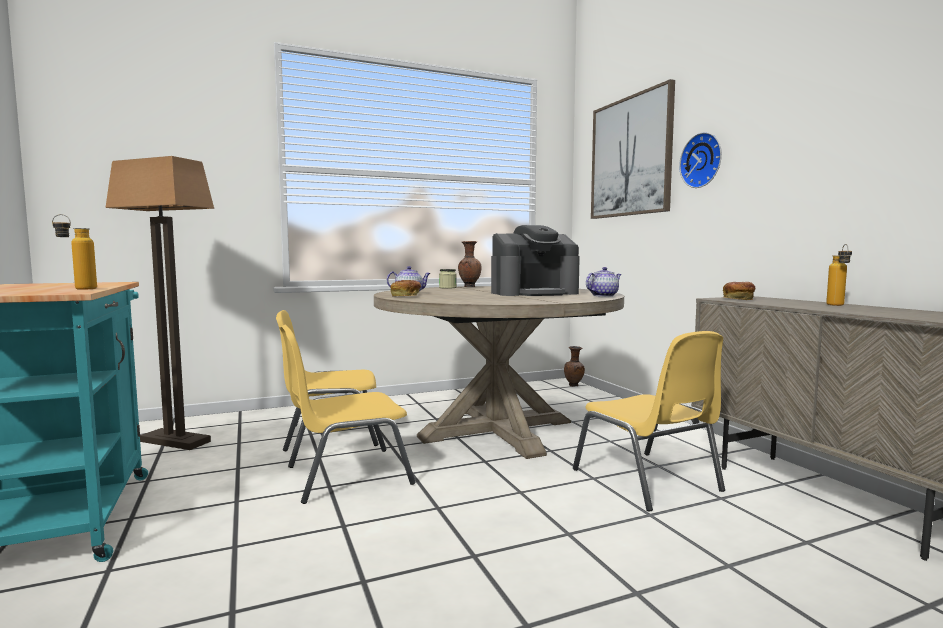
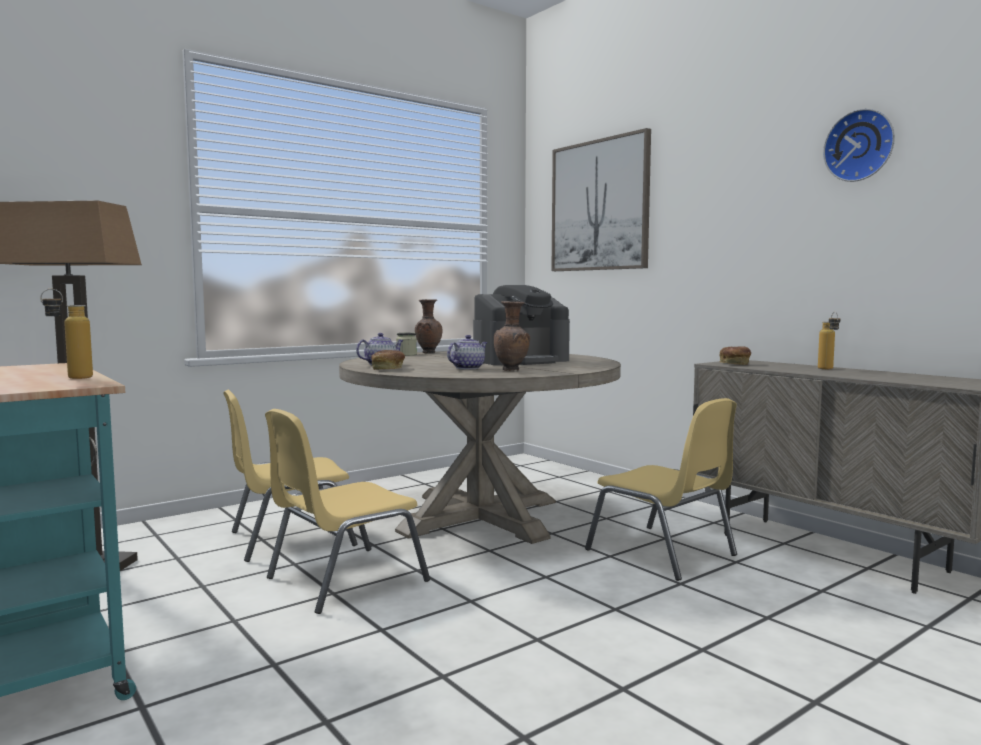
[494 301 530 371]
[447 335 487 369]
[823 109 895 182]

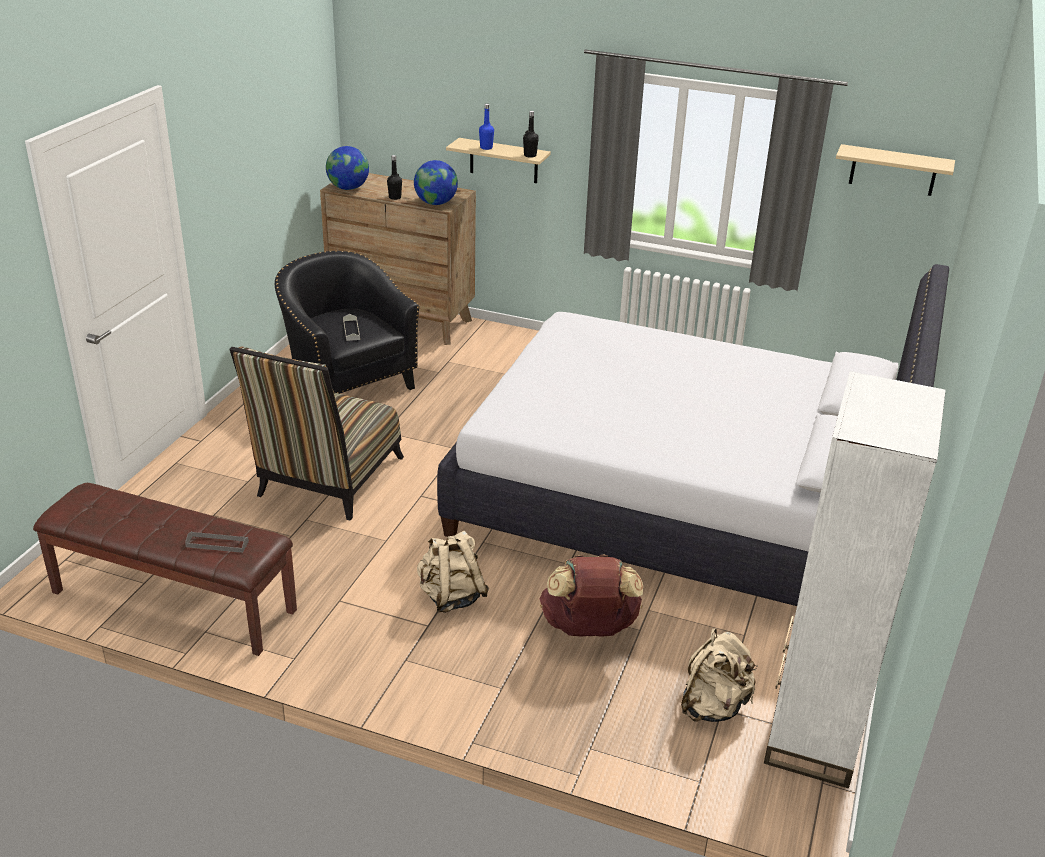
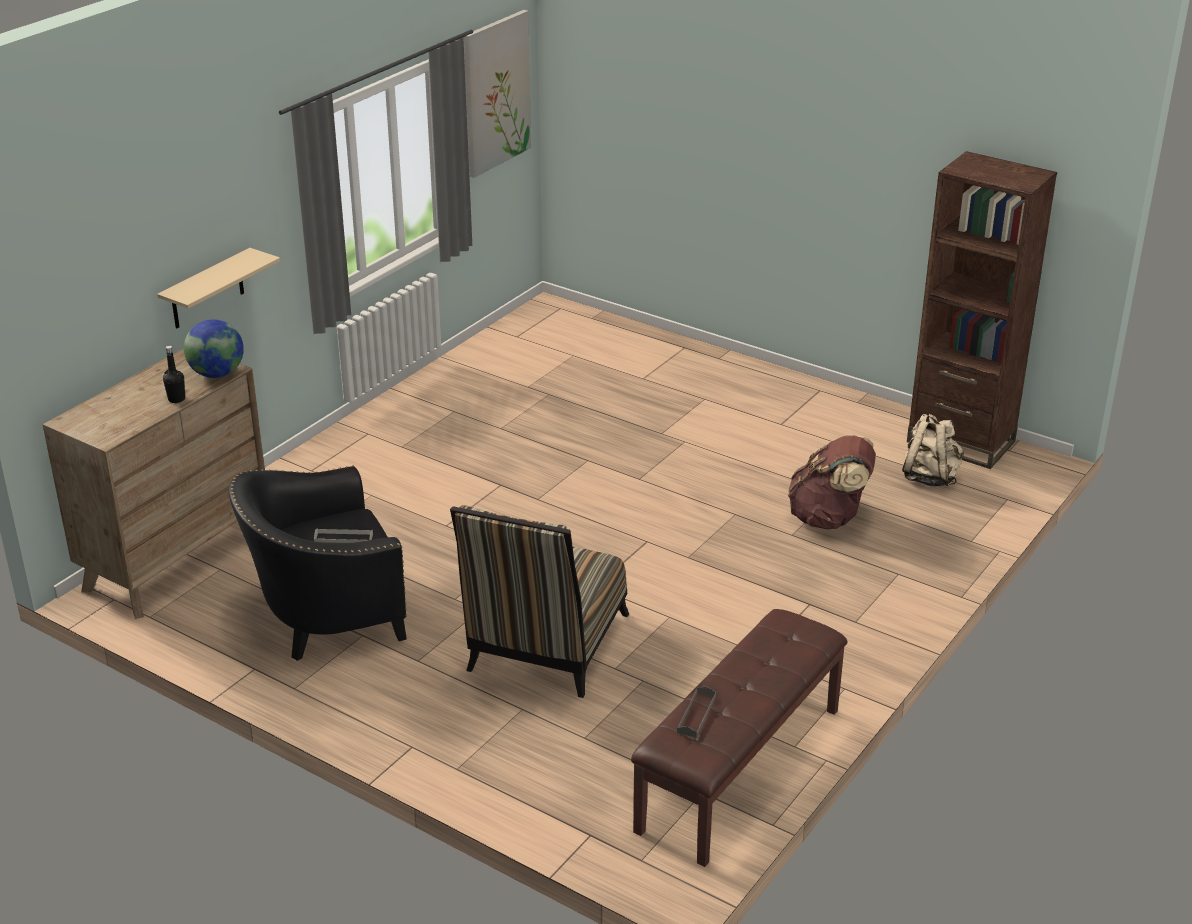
[677 686 716 738]
[450 505 629 698]
[326 146 369 190] (first image)
[417 531 489 613] (first image)
[437 264 949 606] (first image)
[479 104 494 150] (first image)
[523 111 539 158] (first image)
[907 151 1057 469]
[464 10 531 178]

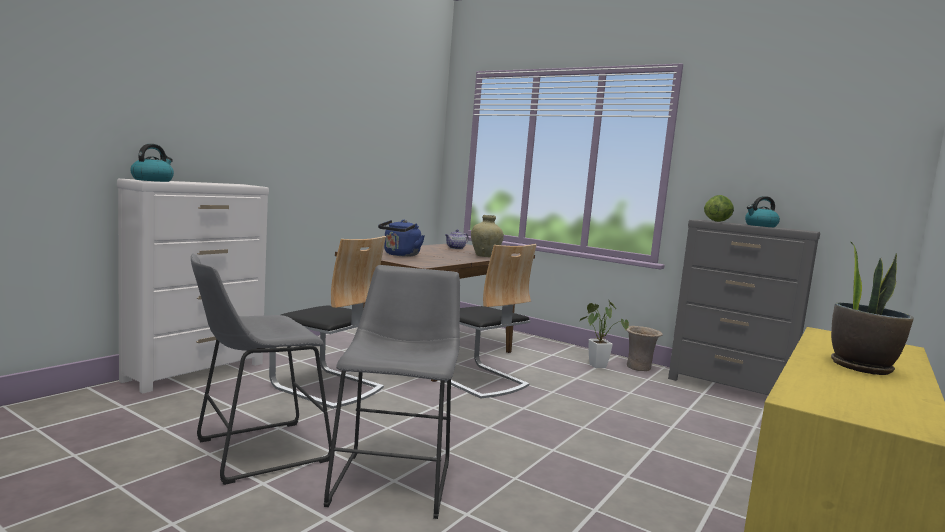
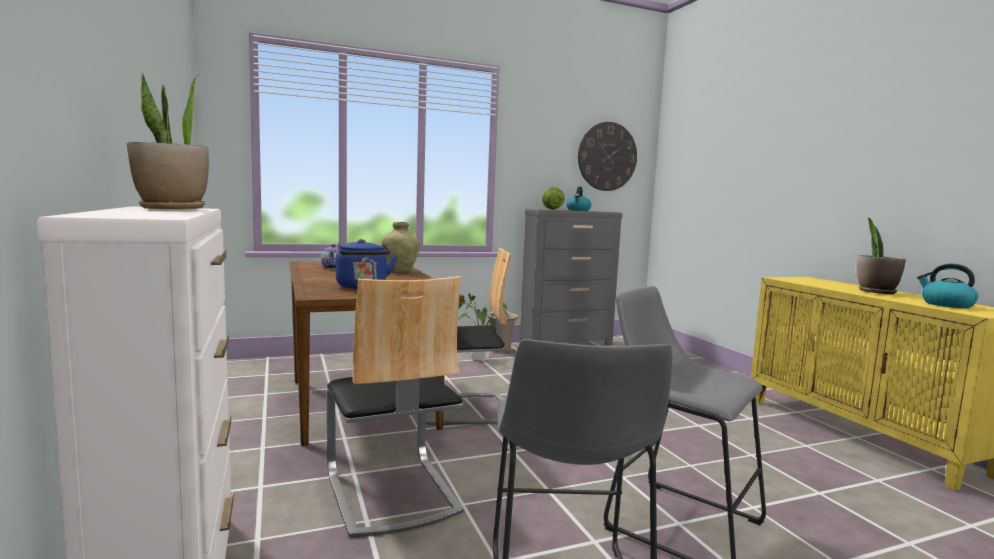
[917 264 978 308]
[327 276 464 538]
[127 73 209 209]
[578 122 637 191]

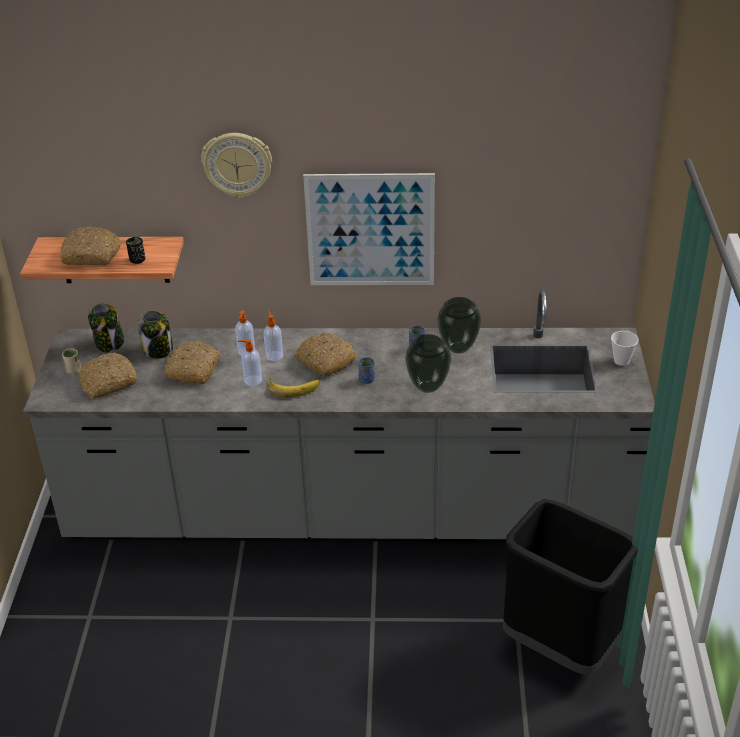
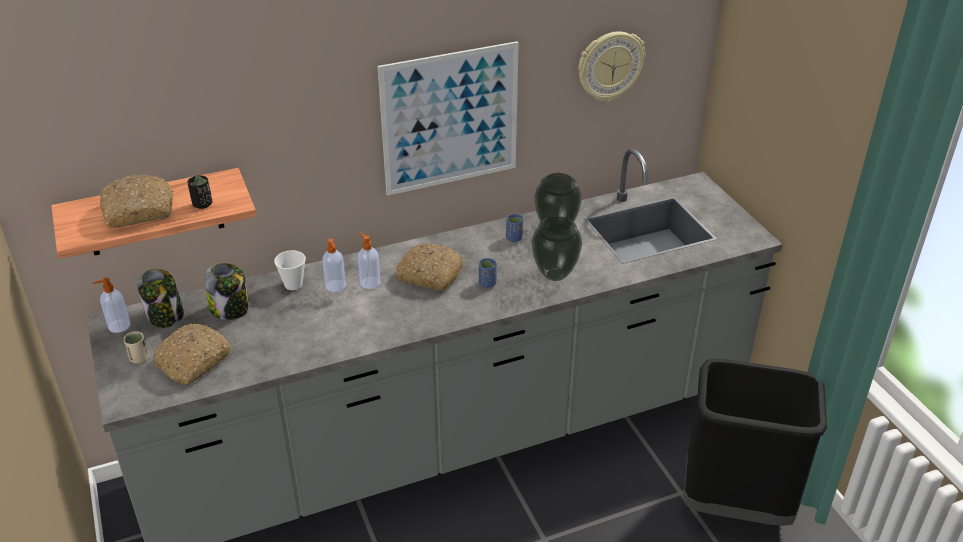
[164 341 220 384] (first image)
[578 31 645 102]
[92 278 130 333]
[268 378 320 398] (first image)
[274 250 306 290]

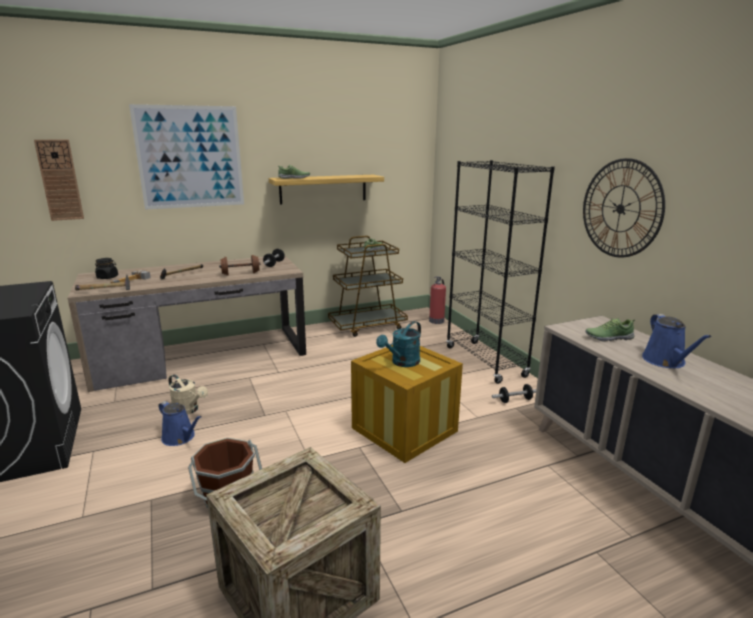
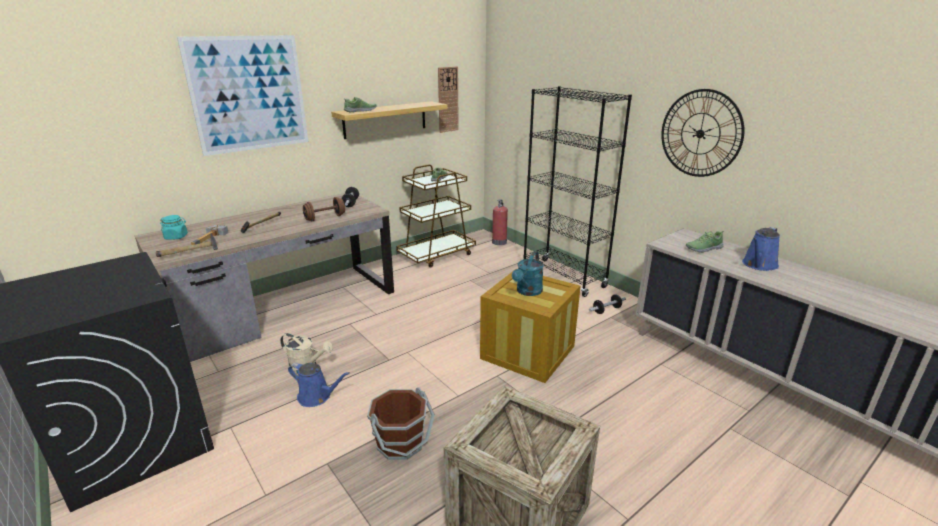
[438 66 459 133]
[160 215 188 240]
[742 227 780 271]

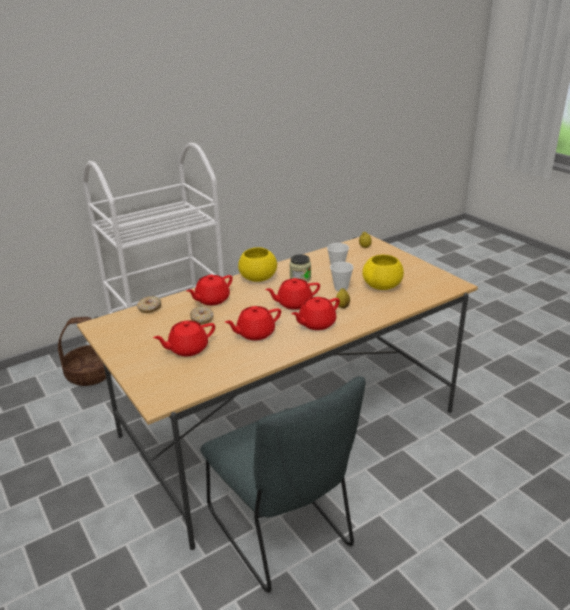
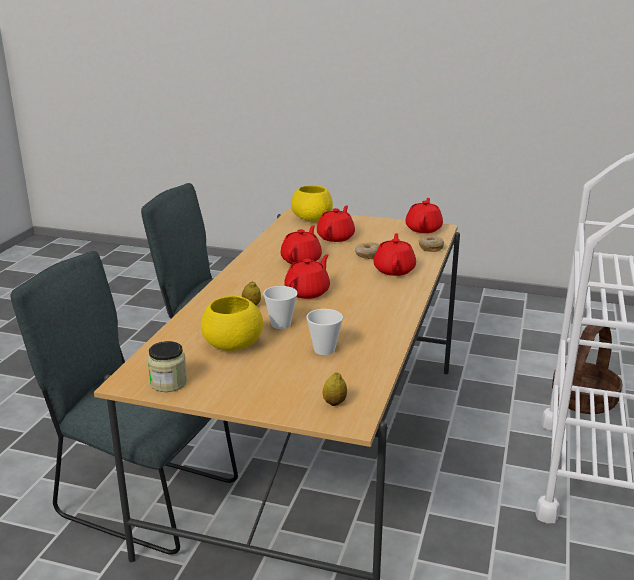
[291 185 333 221]
[147 341 187 392]
[405 198 443 233]
[10 251 238 555]

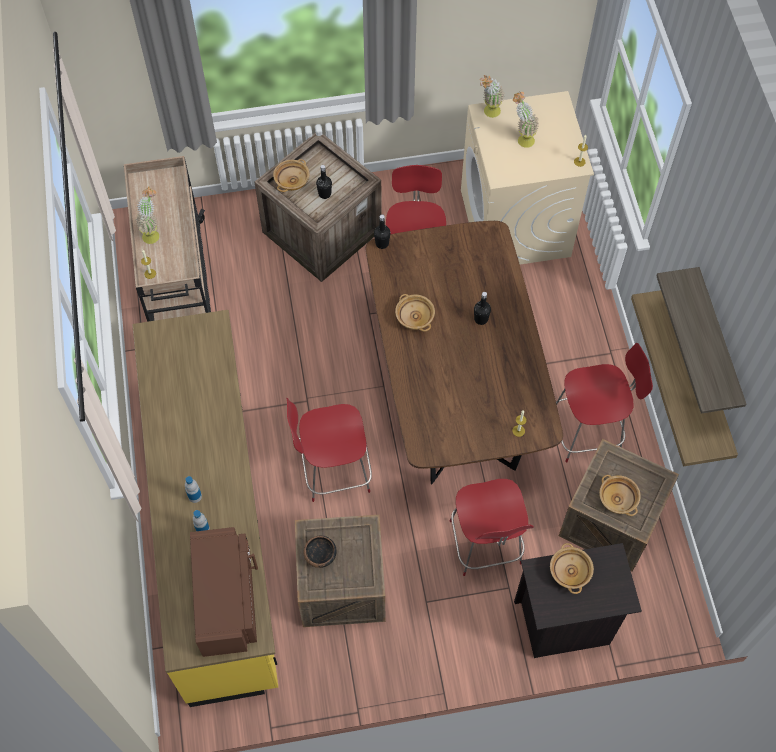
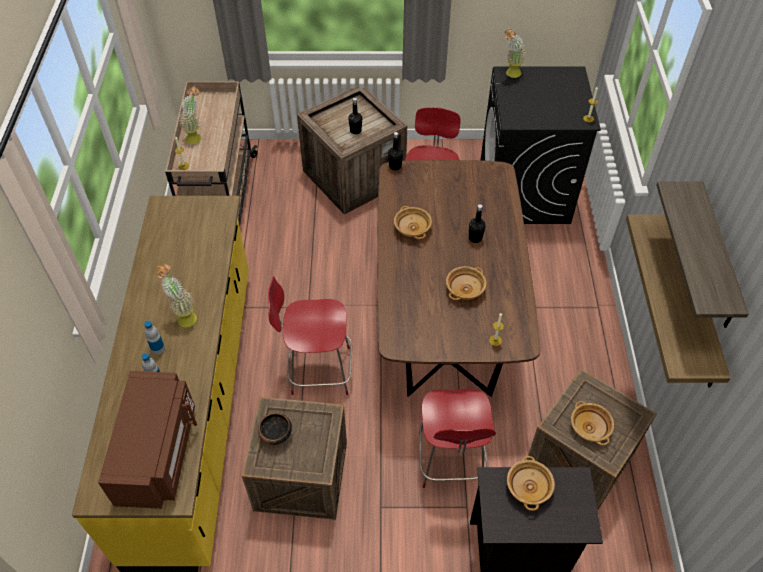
[446 266 487 300]
[481 67 601 224]
[157 264 197 327]
[556 343 653 463] (first image)

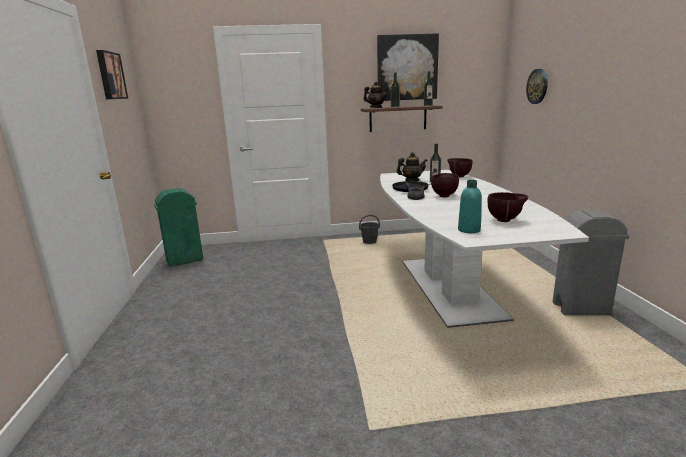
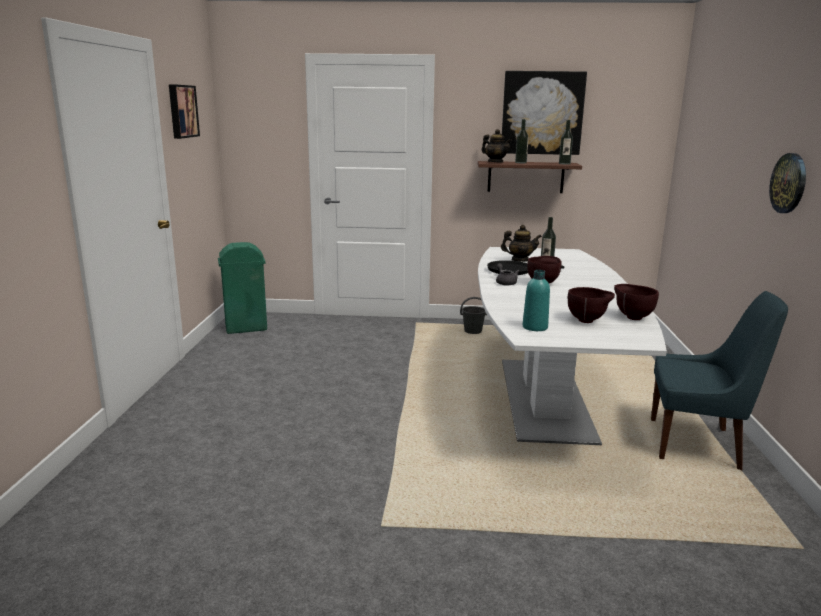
[614 284 659 320]
[769 153 806 213]
[651 291 788 471]

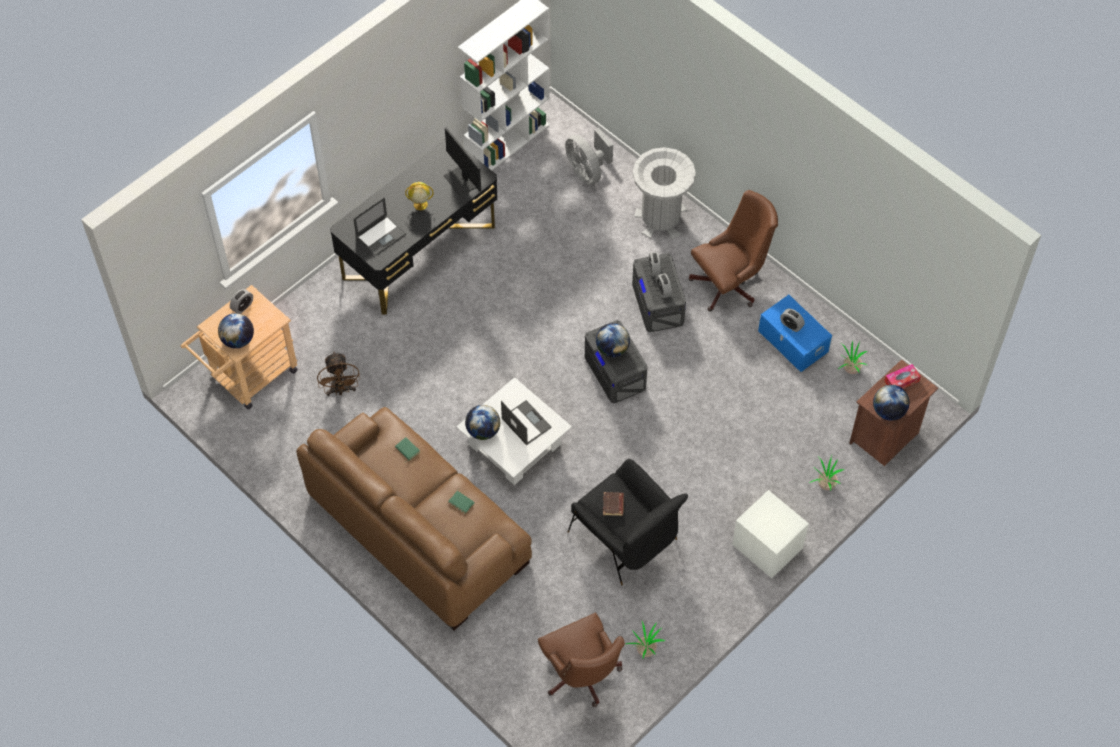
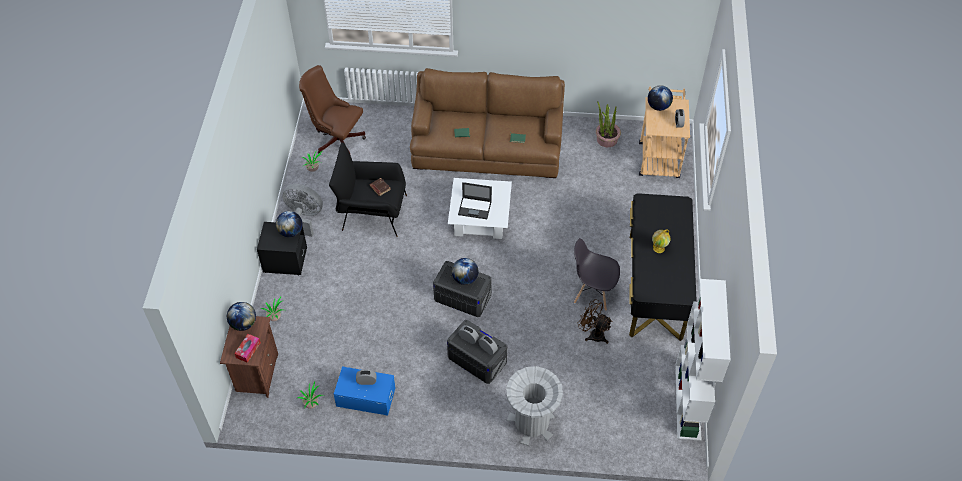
[578 299 612 344]
[353 197 406 256] (first image)
[443 128 481 197] (first image)
[276 211 303 237]
[282 184 323 237]
[689 190 778 312] (first image)
[257 222 307 275]
[574 238 620 311]
[596 101 621 147]

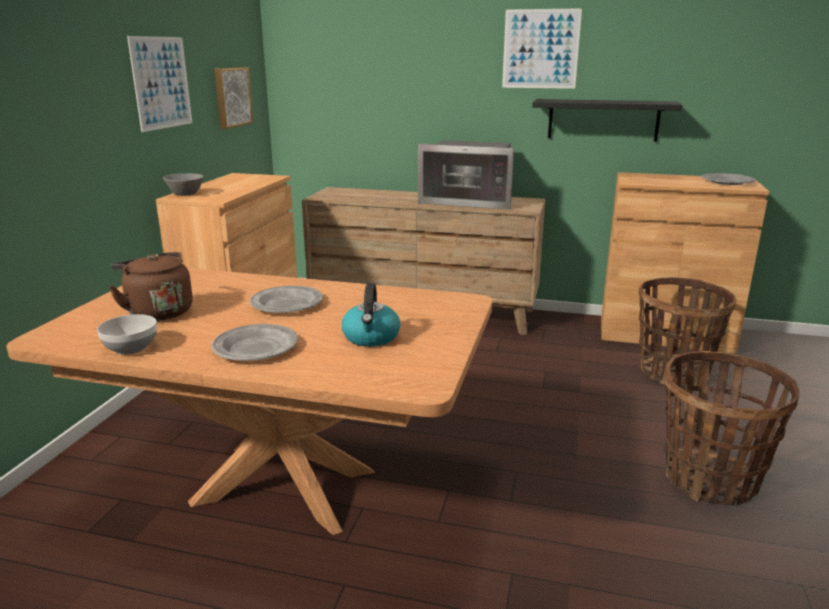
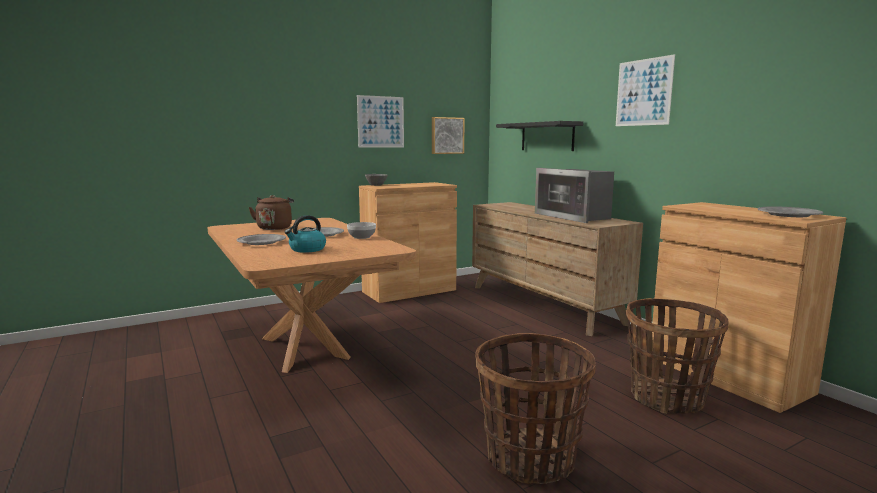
[347 222 376 239]
[496 121 583 151]

